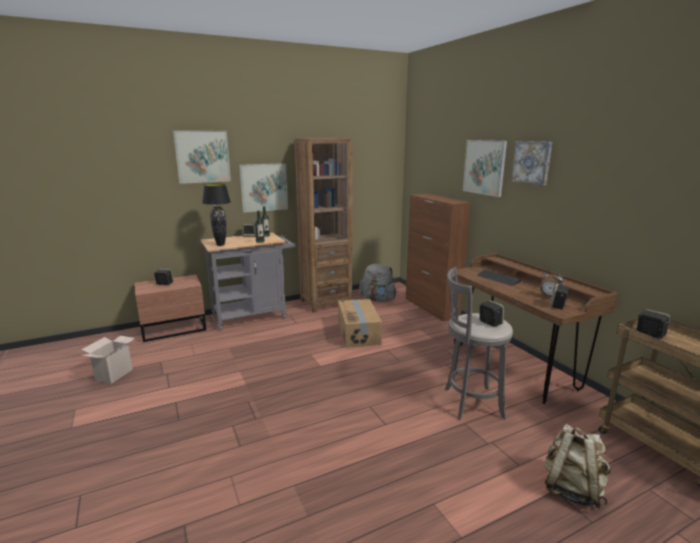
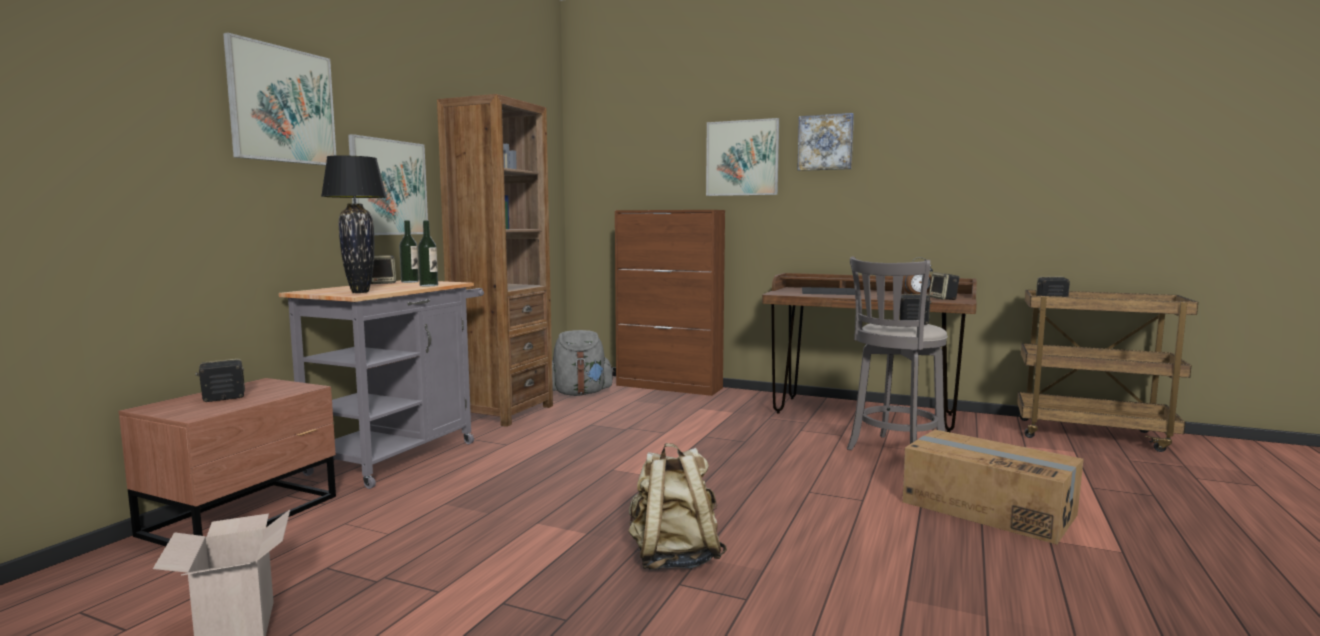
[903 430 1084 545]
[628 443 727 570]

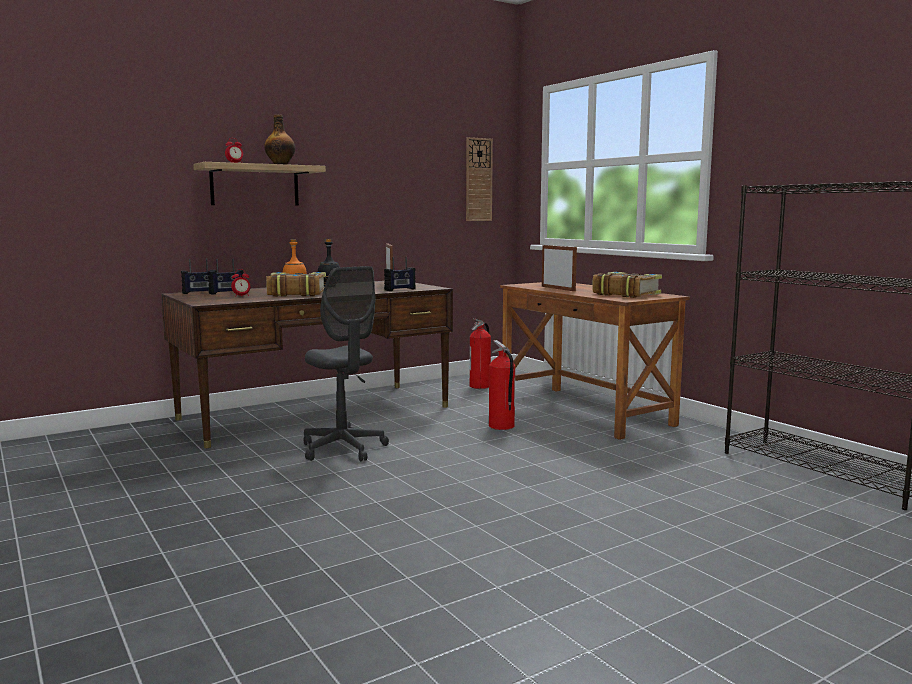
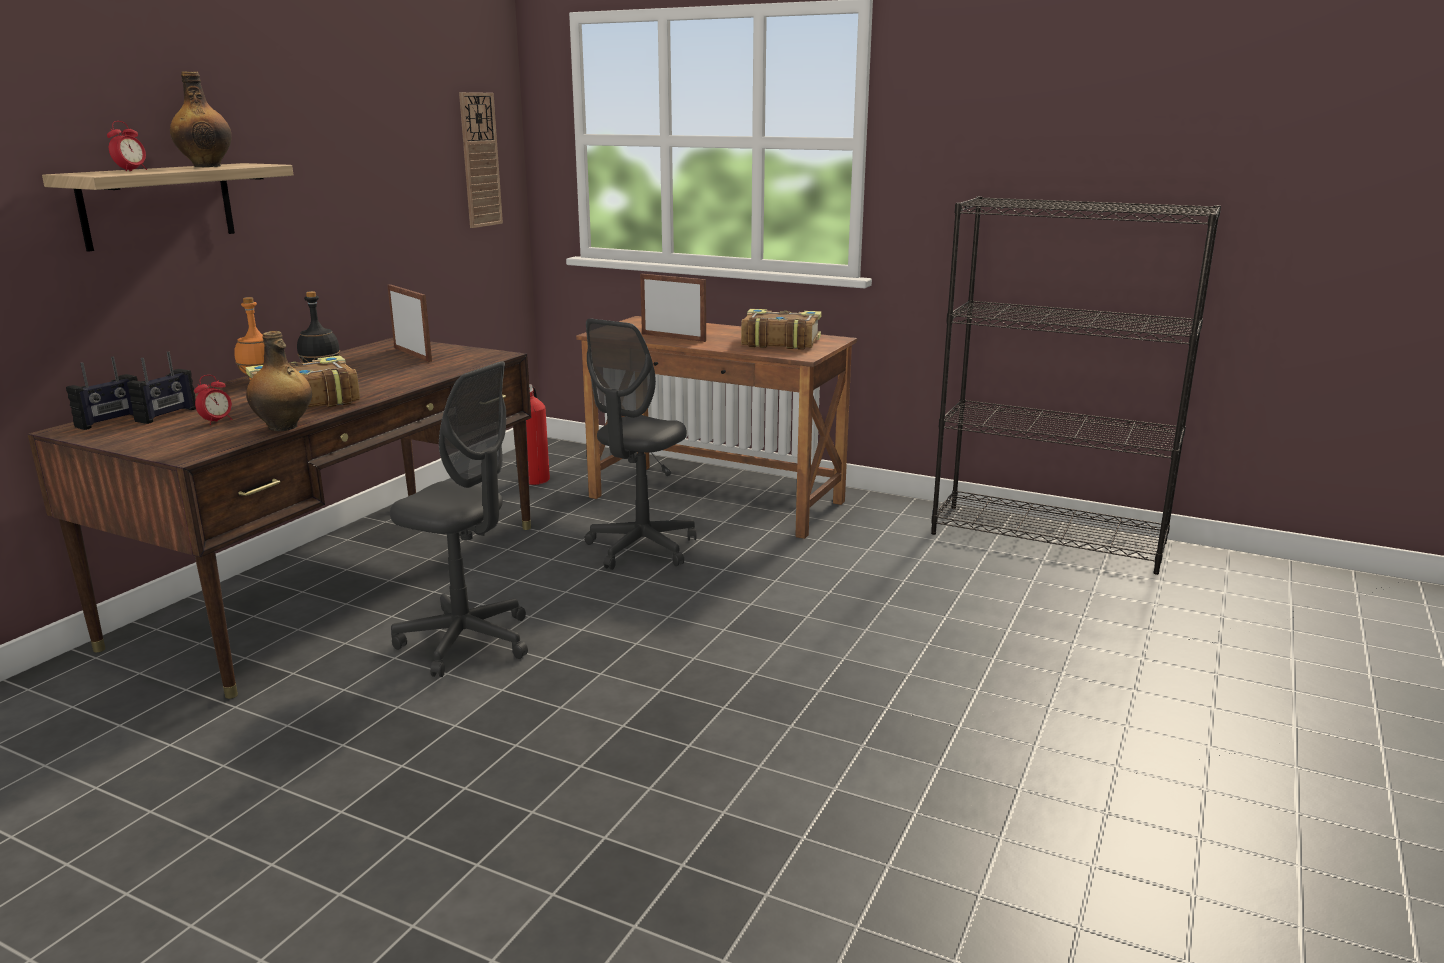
[384 257 416 291] (first image)
[585 319 697 570]
[246 331 312 431]

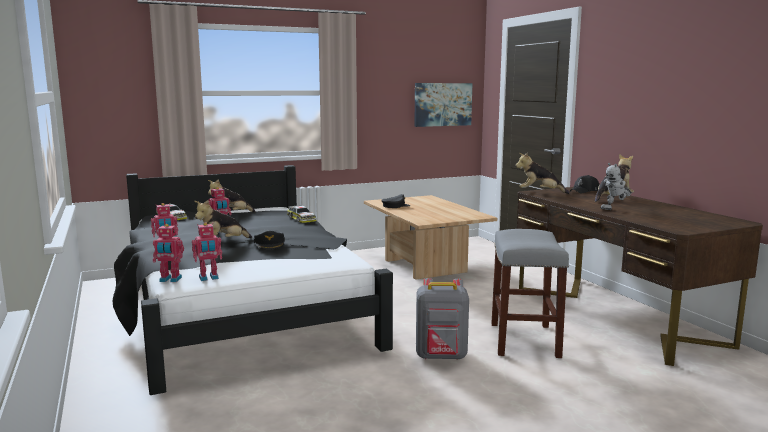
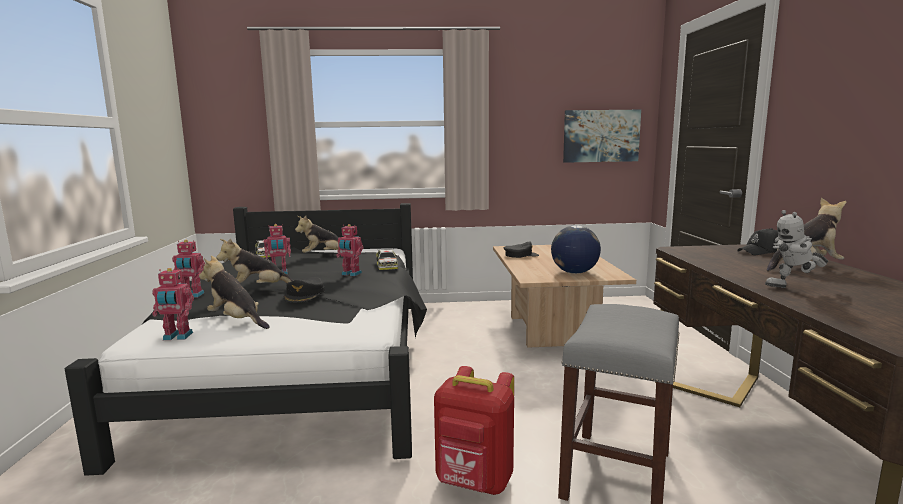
[336 224 363 276]
[434 366 514 495]
[199 255 270 329]
[551 225 601 274]

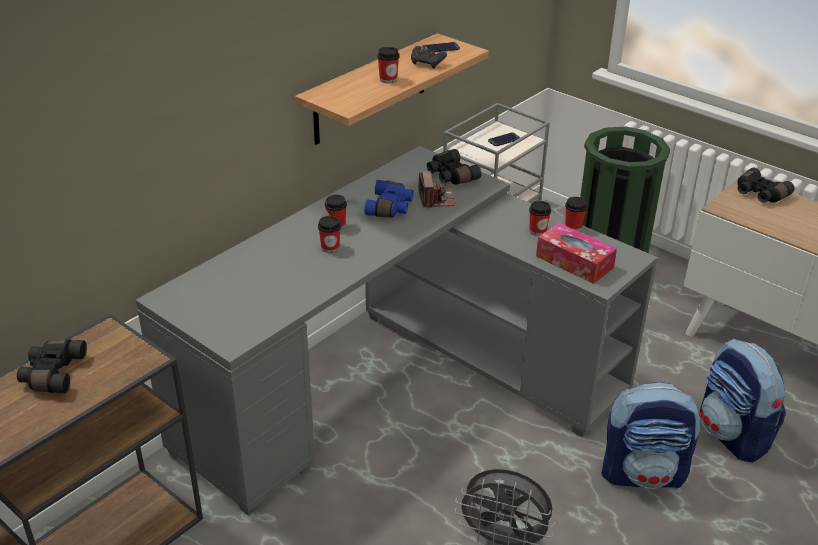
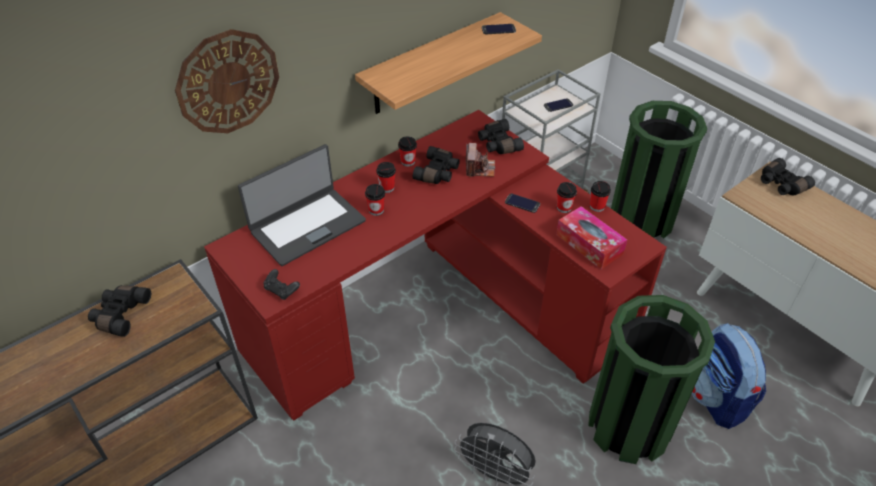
[204 110 667 420]
[413 146 460 184]
[398 136 417 166]
[263 269 300 300]
[588 295 715 464]
[175 29 279 133]
[238 144 366 266]
[505 194 540 213]

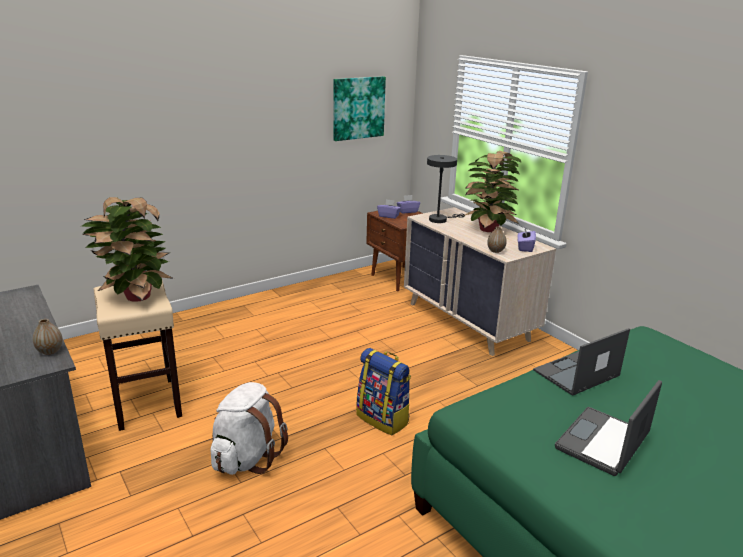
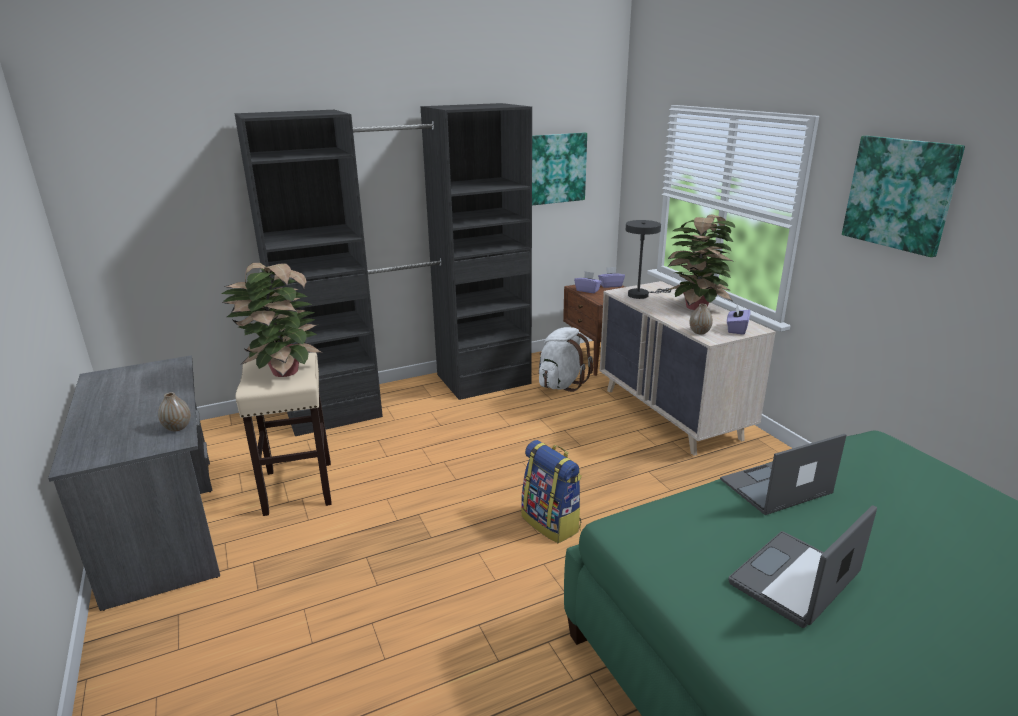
[539 327 593 392]
[234 103 532 436]
[842 136 965 257]

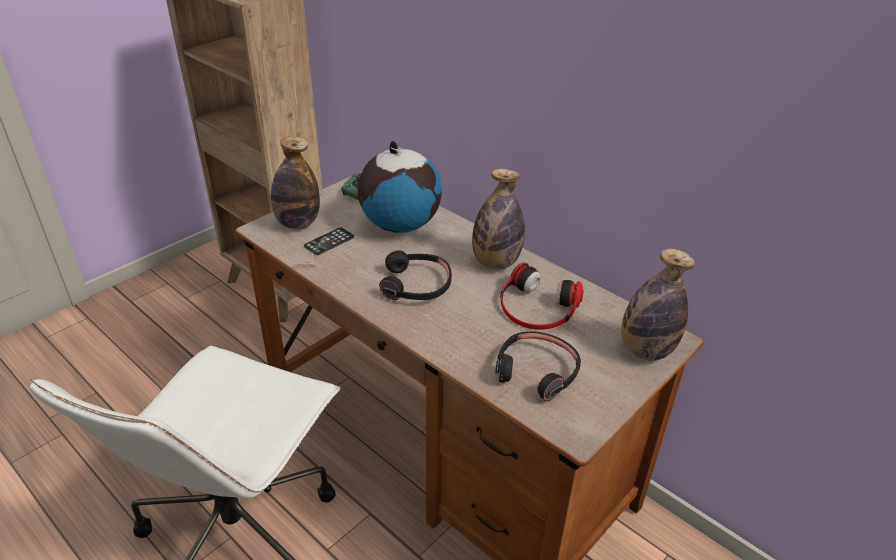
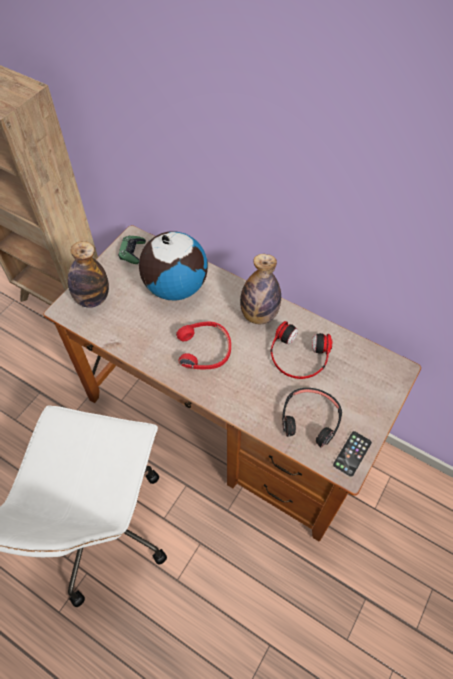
[333 431 372 477]
[176 322 231 370]
[621 248 695 361] (first image)

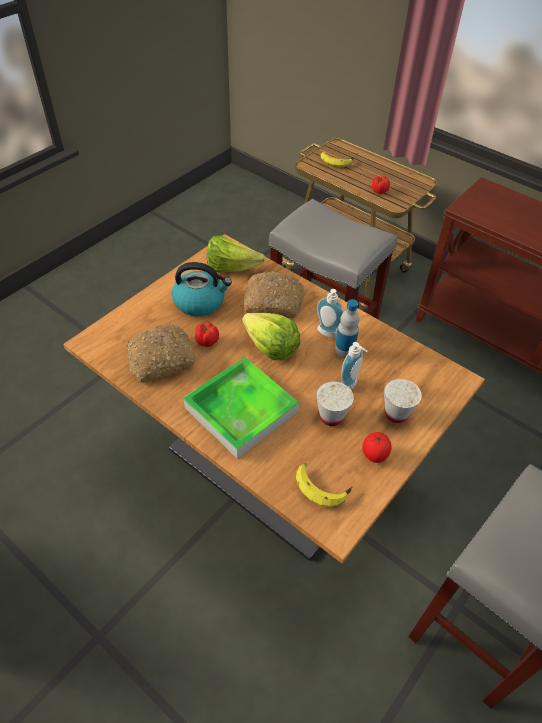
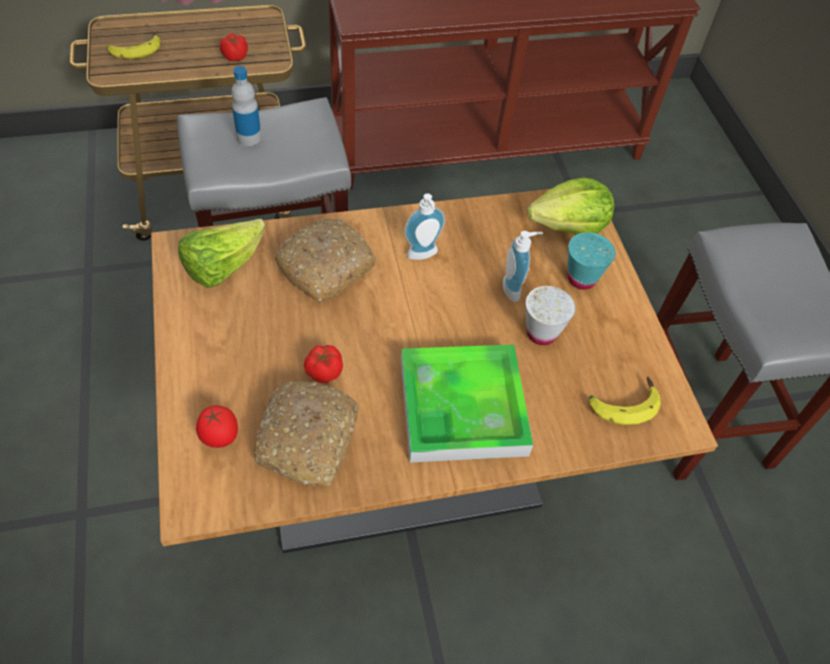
[172 262 232 316] (first image)
[528 178 614 235]
[231 66 262 146]
[196 405 238 448]
[568 232 615 290]

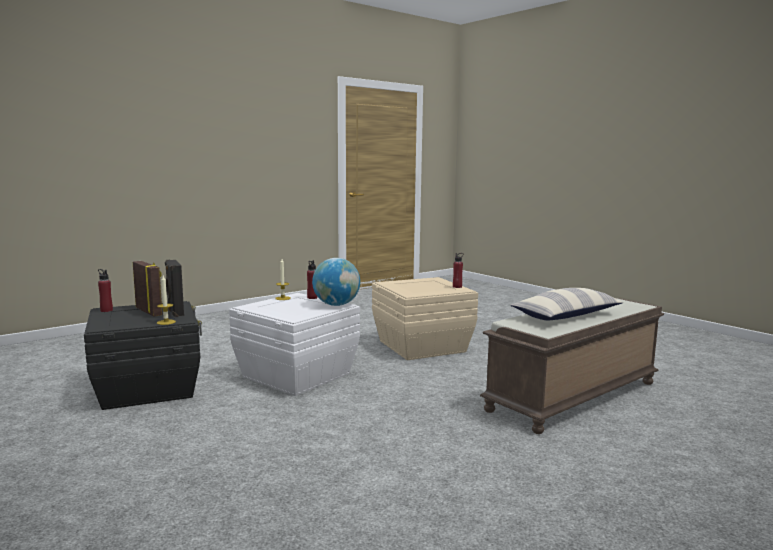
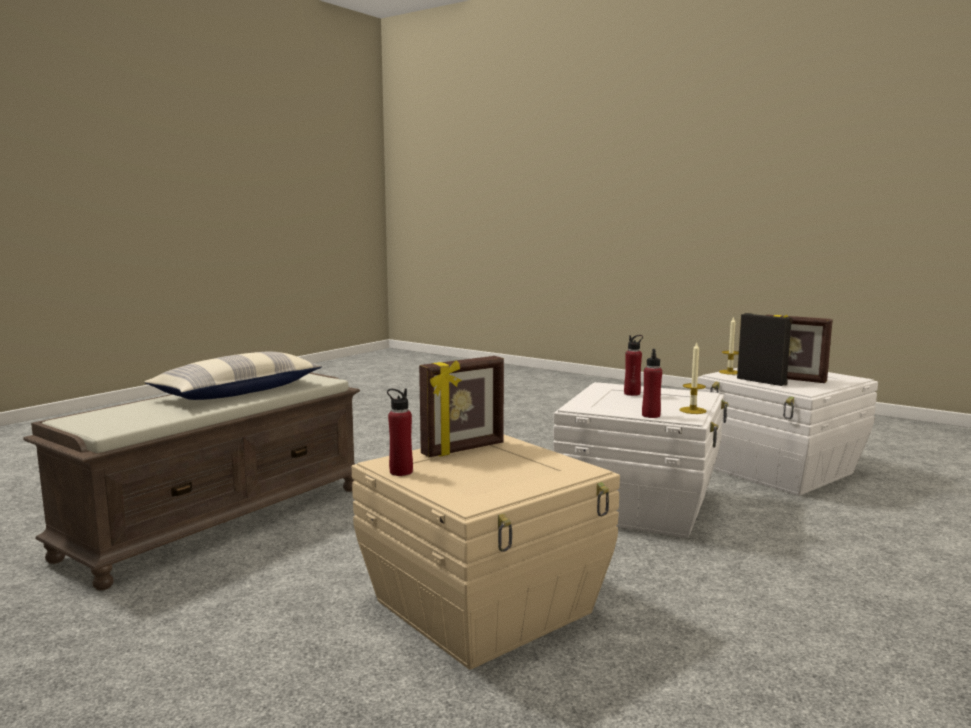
[697 368 878 496]
[624 335 643 396]
[312 258 360 306] (first image)
[419 356 504 457]

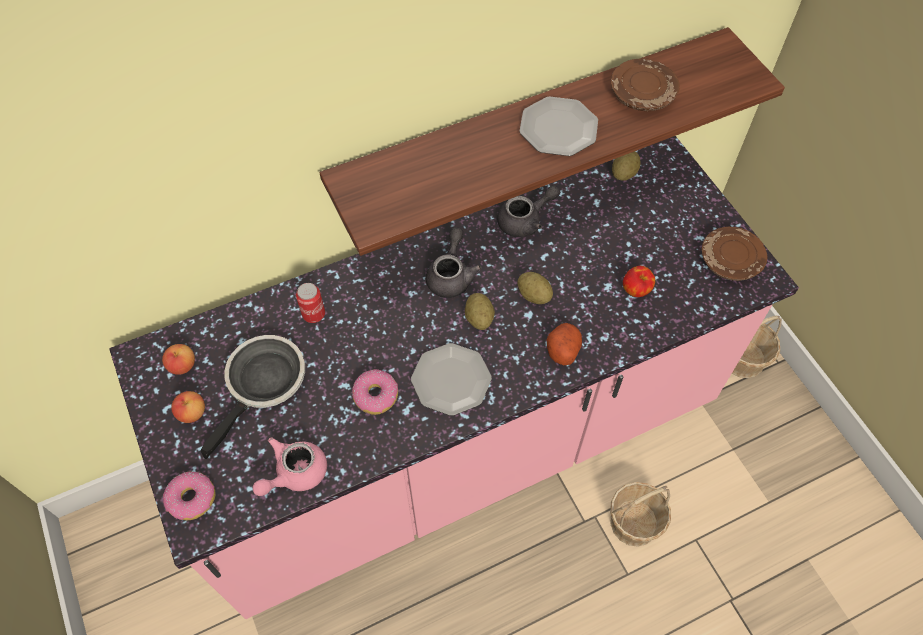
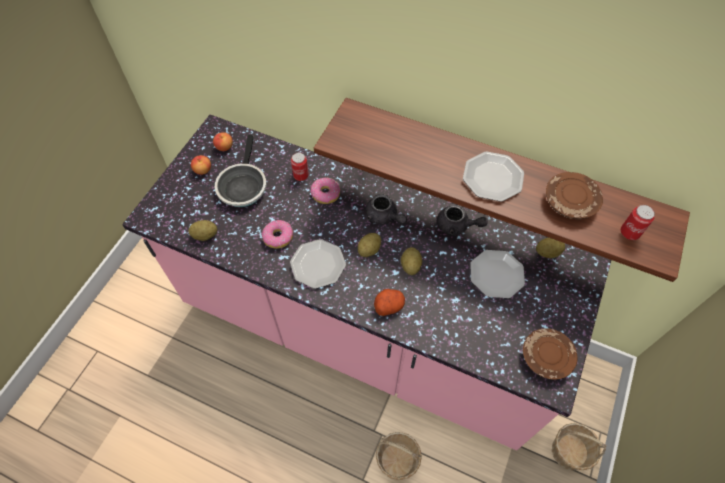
[311 178 340 204]
[215 135 267 207]
[188 220 217 241]
[366 194 407 225]
[623 266 655 297] (first image)
[470 250 525 298]
[621 205 655 240]

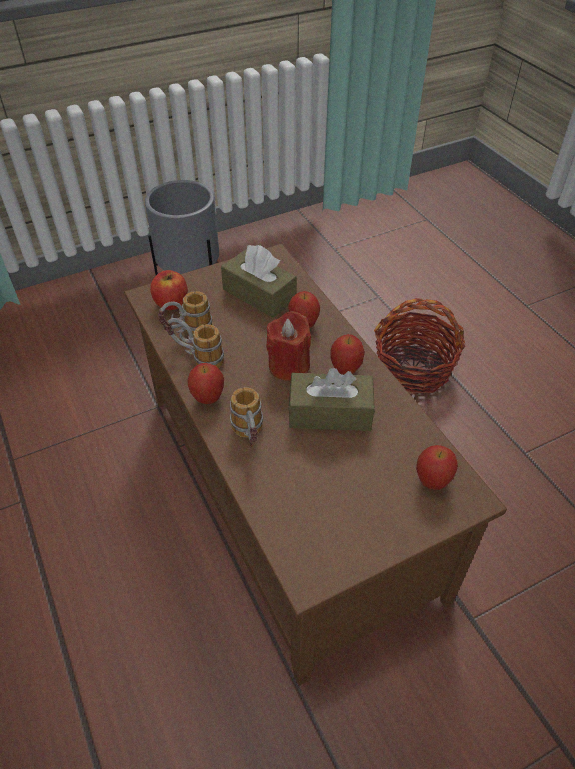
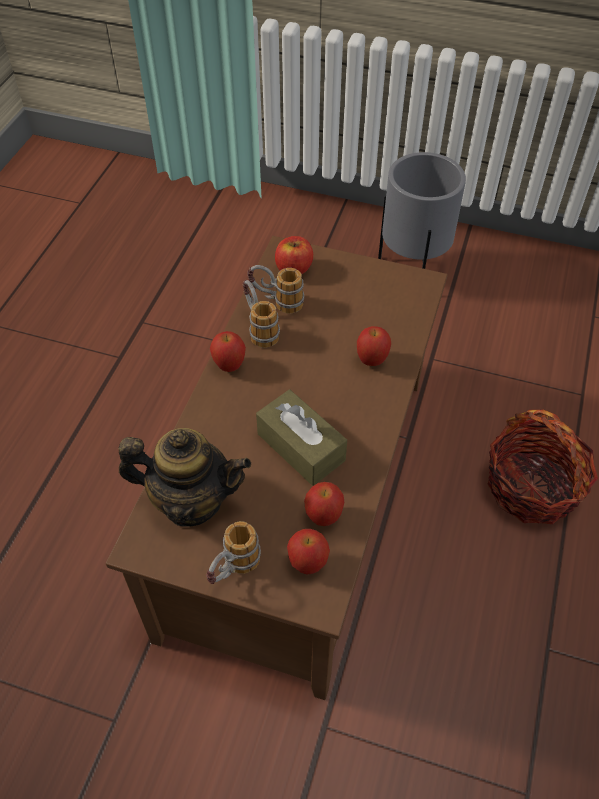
[221 245 297 318] (first image)
[206 521 261 584]
[266 311 311 381] (first image)
[304 482 344 526]
[118 428 251 526]

